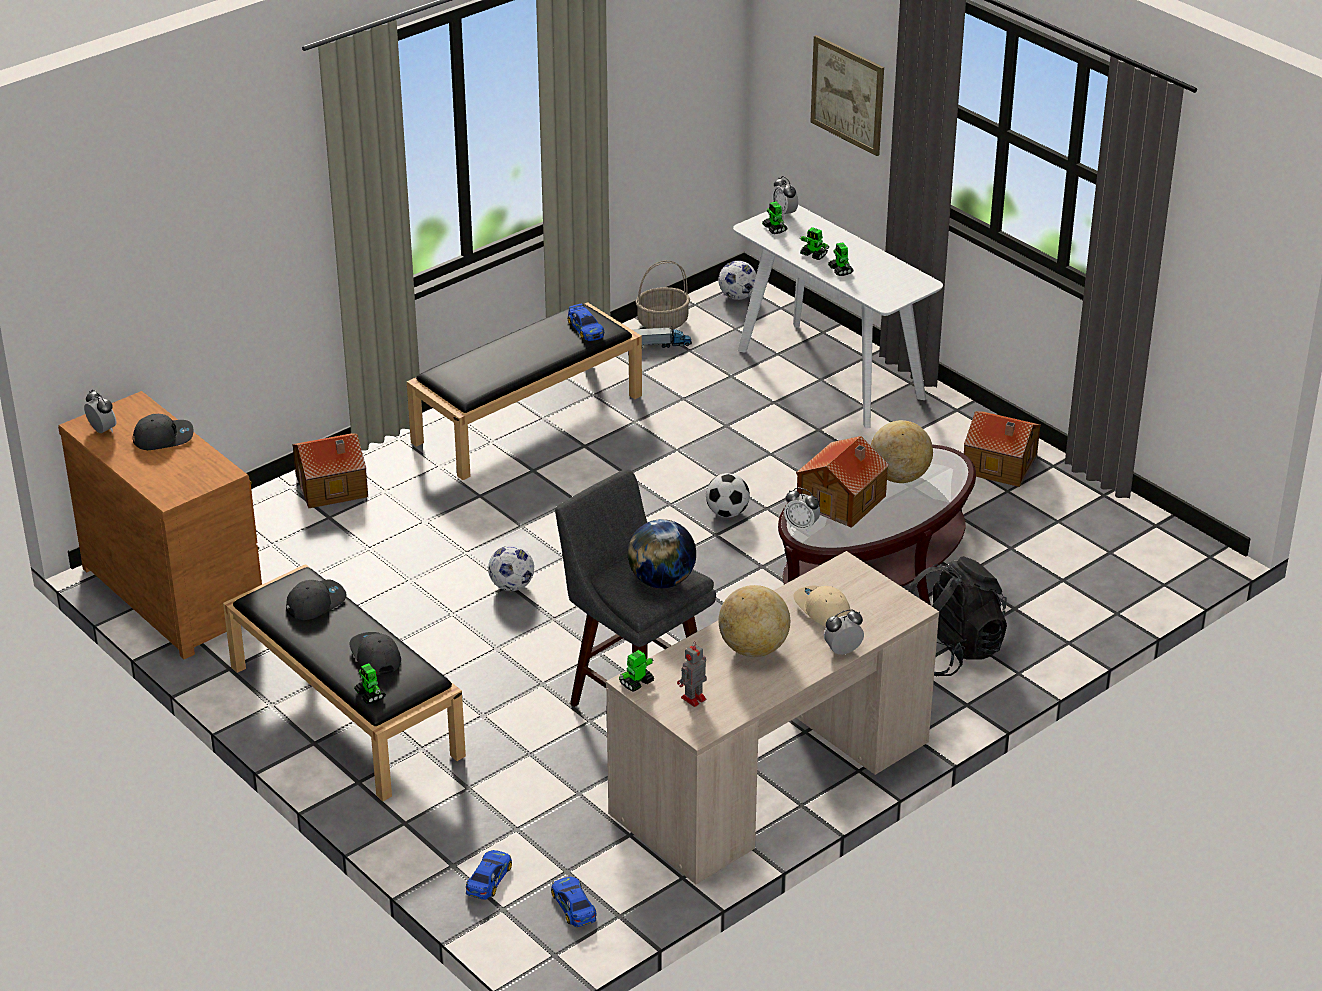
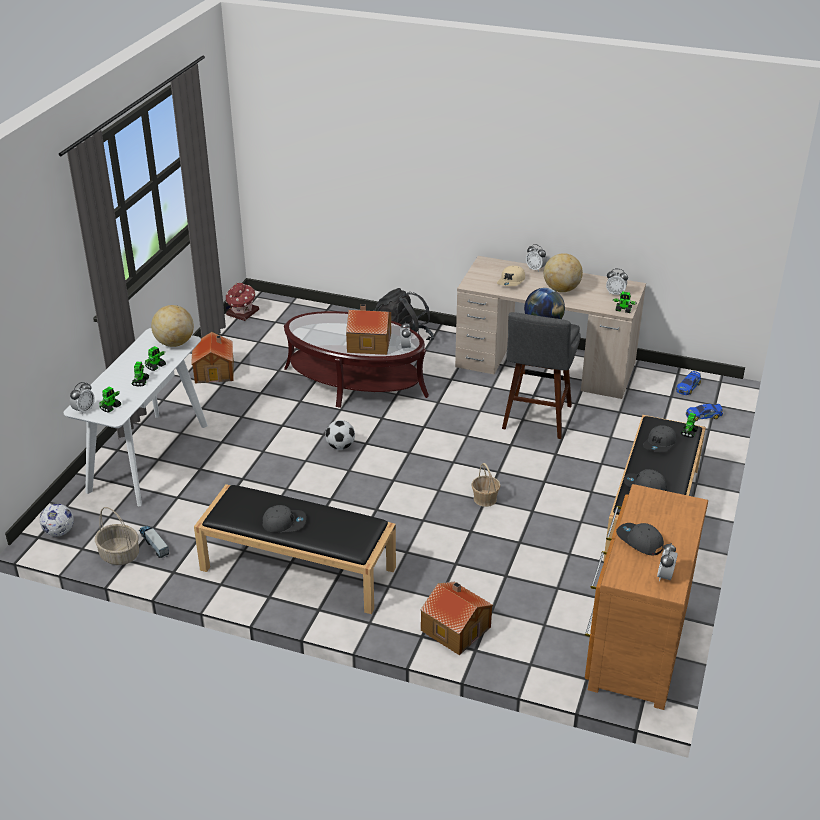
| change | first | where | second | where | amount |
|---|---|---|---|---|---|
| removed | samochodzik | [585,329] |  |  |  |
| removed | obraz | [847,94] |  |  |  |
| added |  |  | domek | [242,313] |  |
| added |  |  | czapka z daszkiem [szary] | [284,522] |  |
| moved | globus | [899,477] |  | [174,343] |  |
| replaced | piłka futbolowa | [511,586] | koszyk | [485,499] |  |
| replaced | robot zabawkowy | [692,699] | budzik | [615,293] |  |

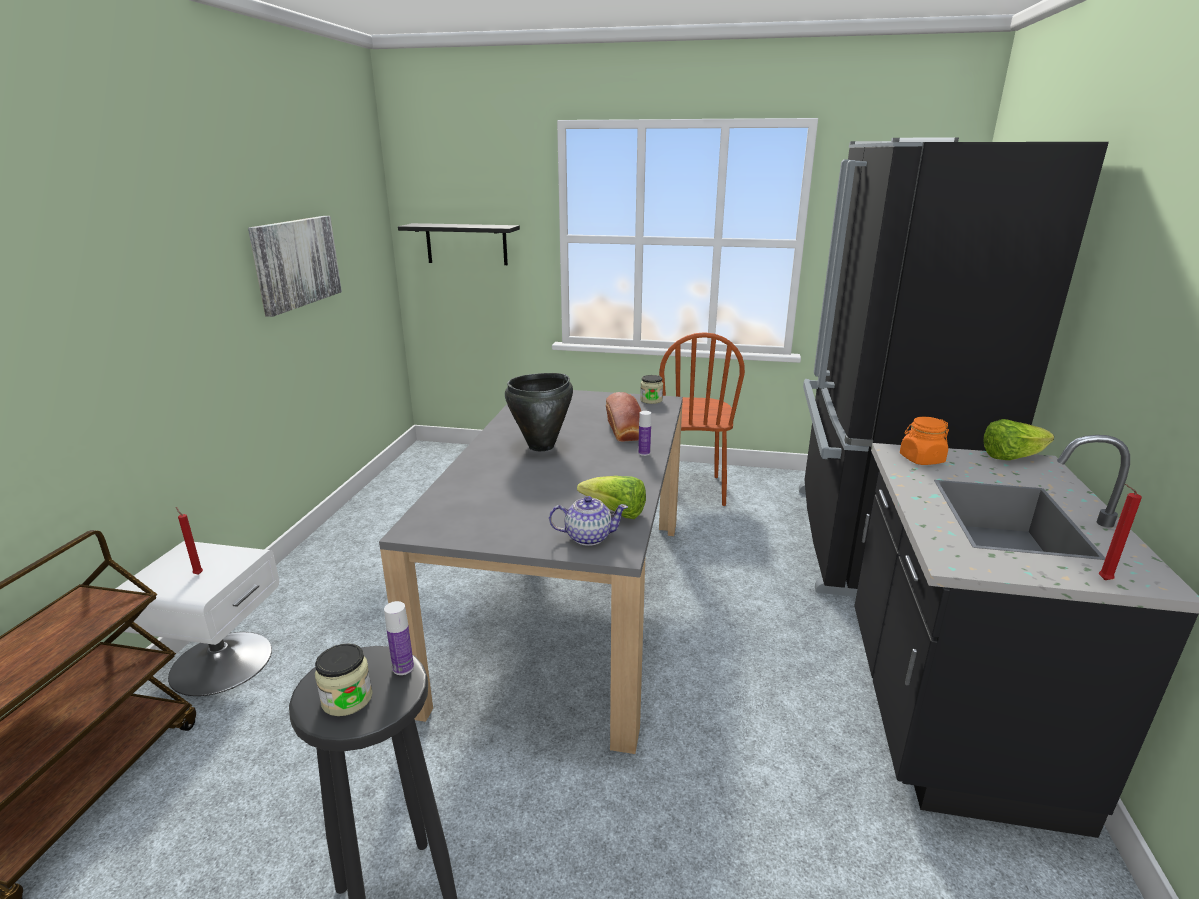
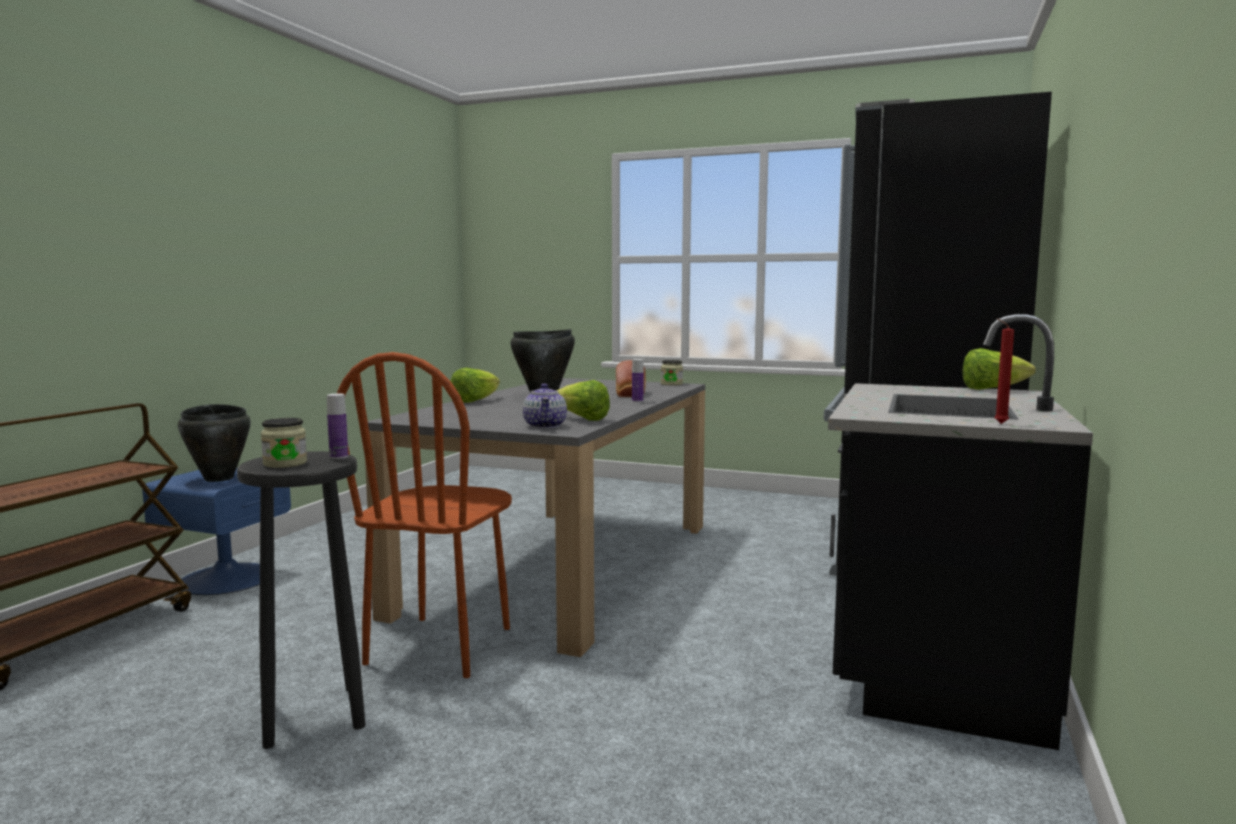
| change | first | where | second | where | amount |
|---|---|---|---|---|---|
| removed | obraz | [296,263] |  |  |  |
| removed | półka [czarny] | [466,244] |  |  |  |
| removed | słoik [pomarańczowy] | [921,459] |  |  |  |
| added |  |  | sałata | [475,401] |  |
| moved | krzesło [brązowy] | [691,490] |  | [441,646] |  |
| replaced | świeca [czerwony] | [198,574] | garnek [czarny] | [219,478] |  |
| recoloured | szafka nocna [biały] | [220,662] | szafka nocna [niebieski] | [225,578] |  |
| turned | imbryk | [587,537] |  | [545,426] | 75 degrees clockwise |

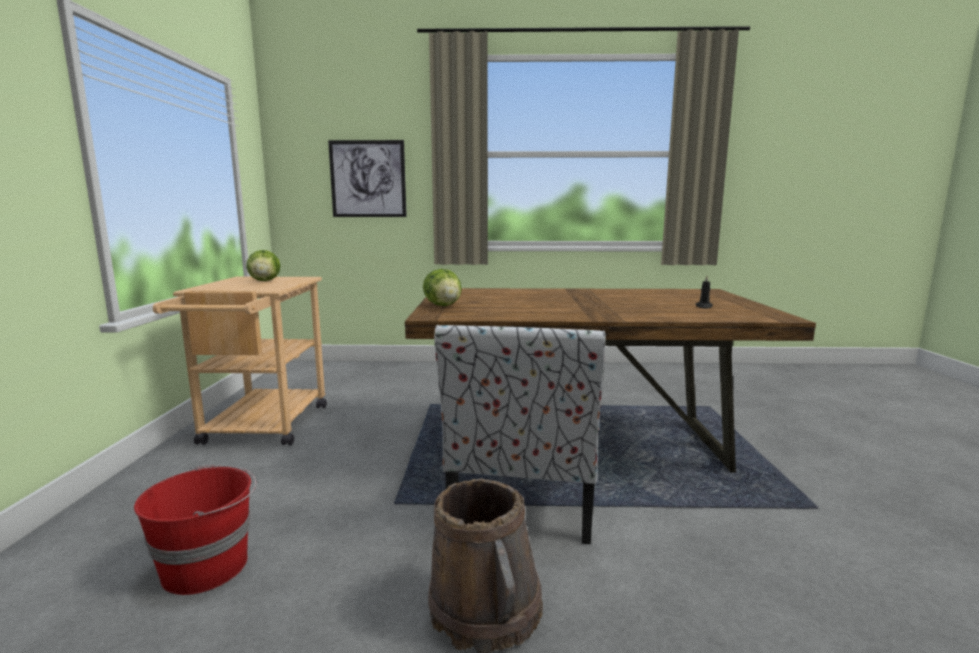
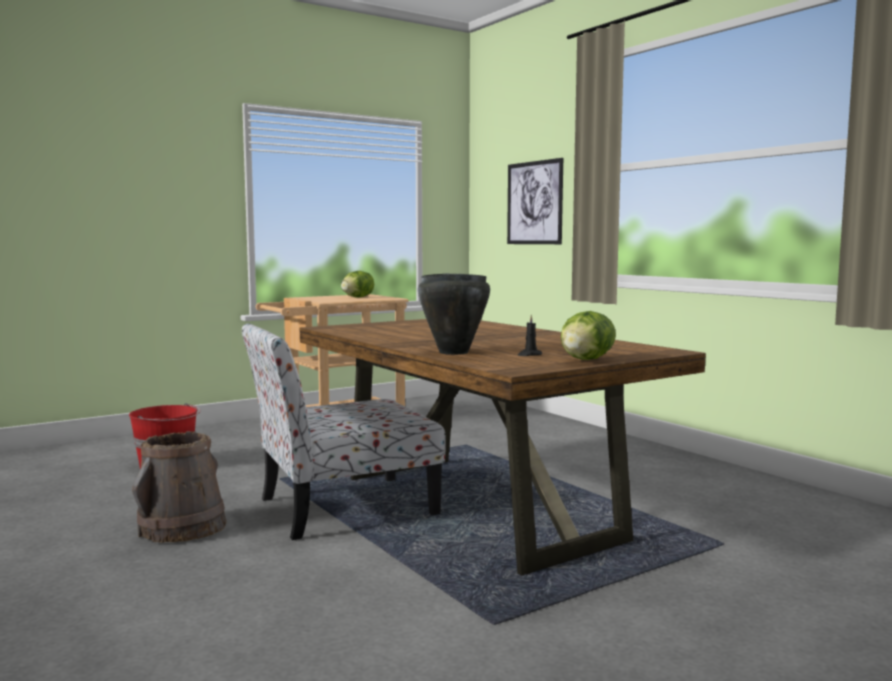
| change | first | where | second | where | amount |
|---|---|---|---|---|---|
| added |  |  | garnek [czarny] | [453,352] |  |
| moved | sałata | [443,306] |  | [586,360] |  |

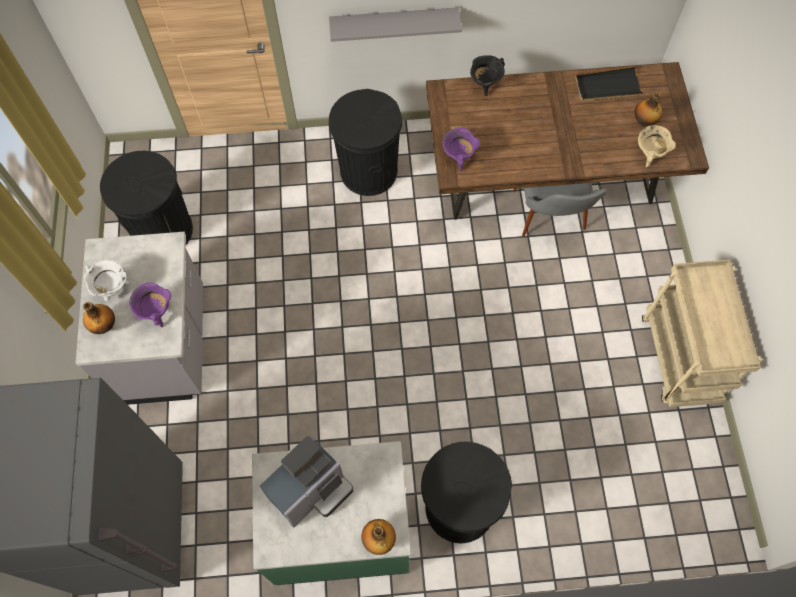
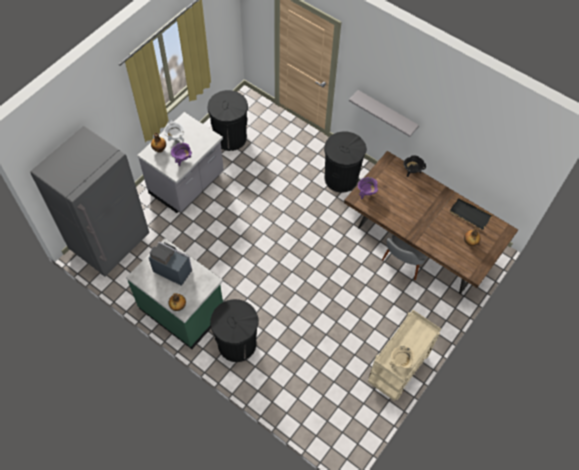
| change | first | where | second | where | amount |
|---|---|---|---|---|---|
| moved | garnek [beżowy] | [649,155] |  | [400,362] |  |
| turned | ekspres do kawy | [312,490] |  | [172,269] | 150 degrees counterclockwise |

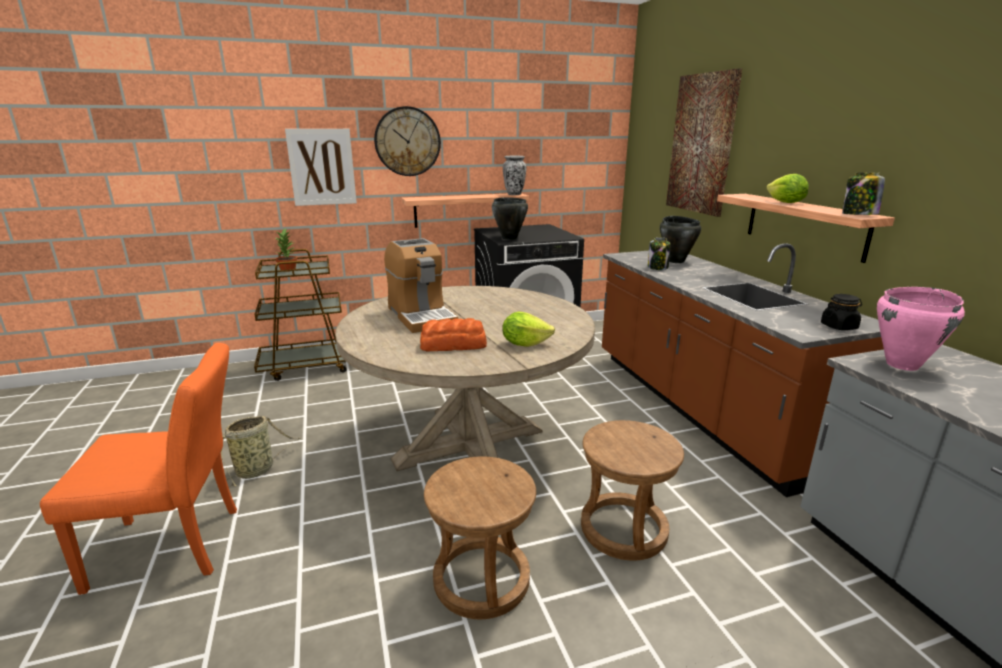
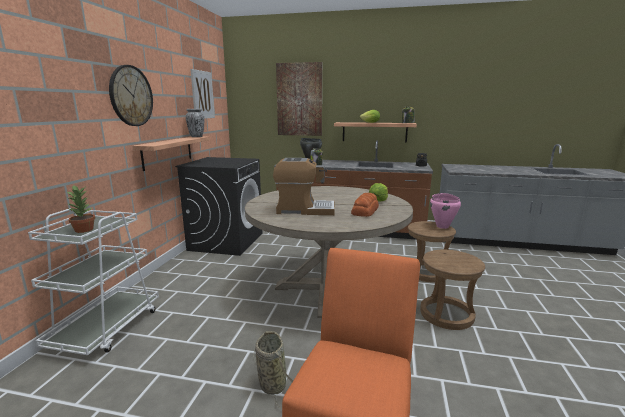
| change | first | where | second | where | amount |
|---|---|---|---|---|---|
| removed | garnek [czarny] | [509,238] |  |  |  |
| moved | obraz | [322,167] |  | [202,95] |  |
| moved | garnek [różowy] | [903,365] |  | [442,226] |  |
| recoloured | wózek [brązowy] | [309,366] | wózek [biały] | [107,328] |  |

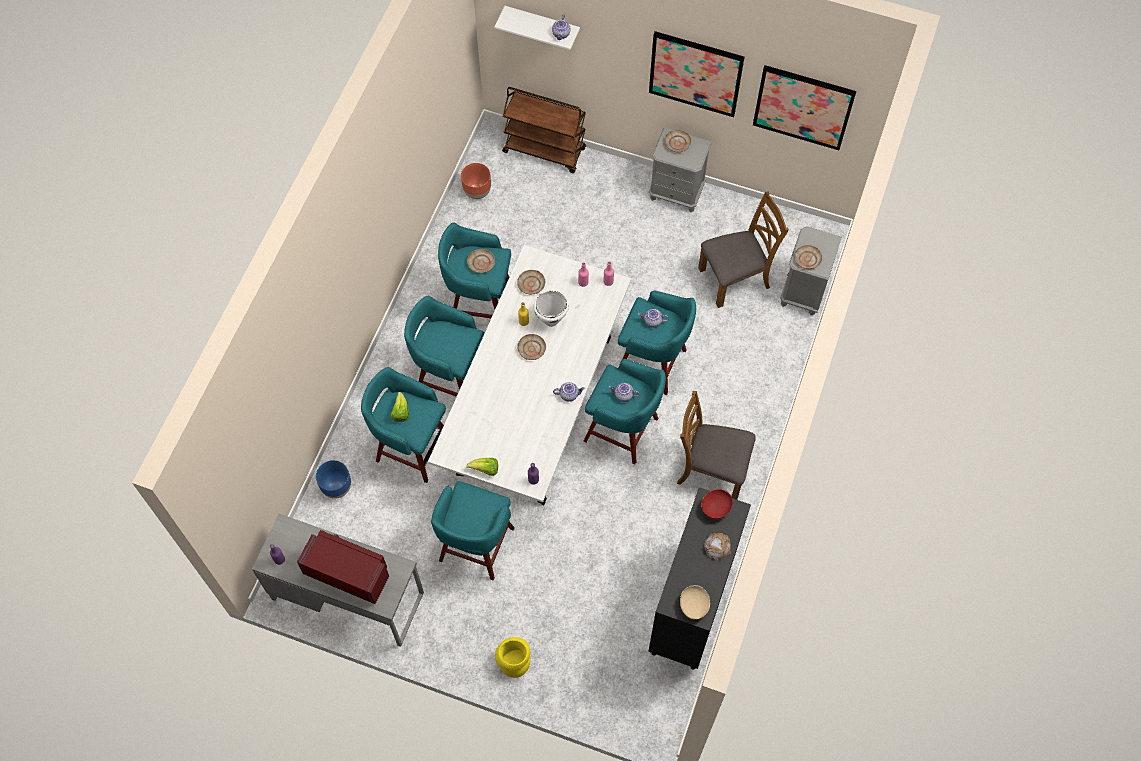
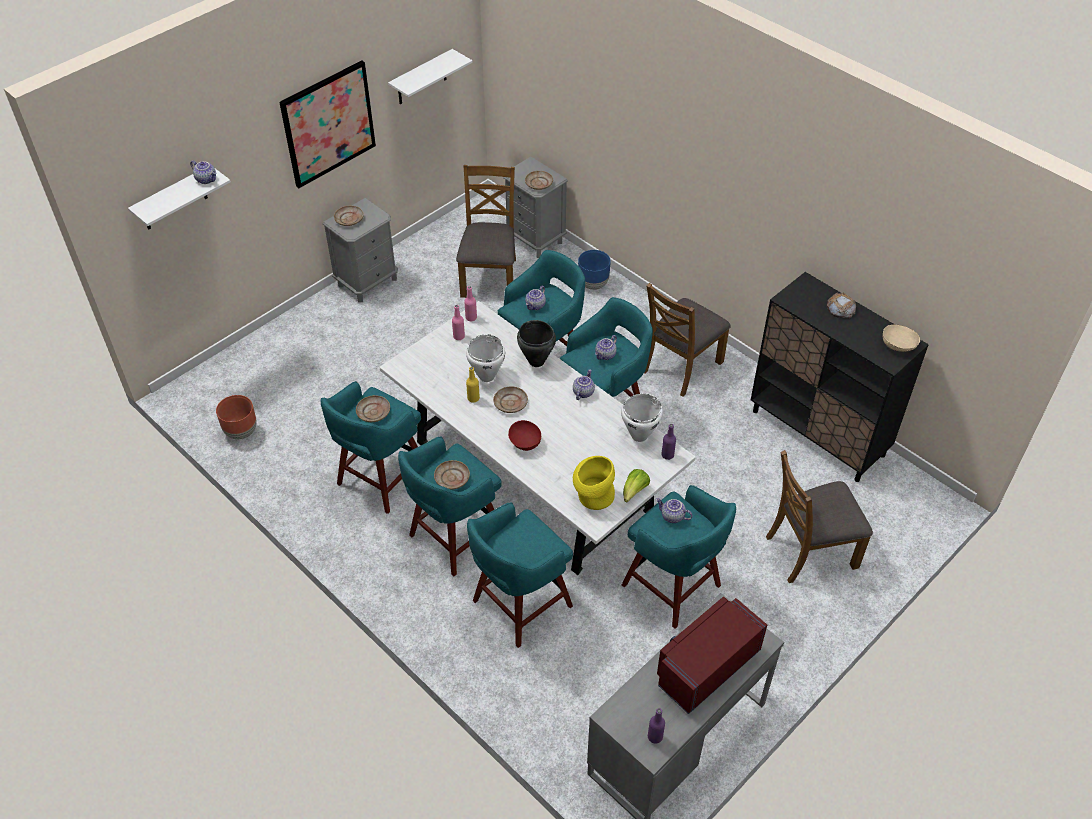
| change | first | where | second | where | amount |
|---|---|---|---|---|---|
| removed | sałata | [400,412] |  |  |  |
| removed | wózek [brązowy] | [545,150] |  |  |  |
| added |  |  | garnek [czarny] | [536,362] |  |
| added |  |  | garnek [biały] | [639,435] |  |
| added |  |  | imbryk | [672,517] |  |
| added |  |  | krzesło [brązowy] | [810,551] |  |
| moved | donica [niebieski] | [337,487] |  | [593,284] |  |
| moved | wazon [żółty] | [513,661] |  | [592,497] |  |
| moved | talerz [beżowy] | [531,284] |  | [452,478] |  |
| moved | miska [czerwony] | [715,507] |  | [524,442] |  |
| replaced | obraz | [803,107] | półka [biały] | [421,78] |  |

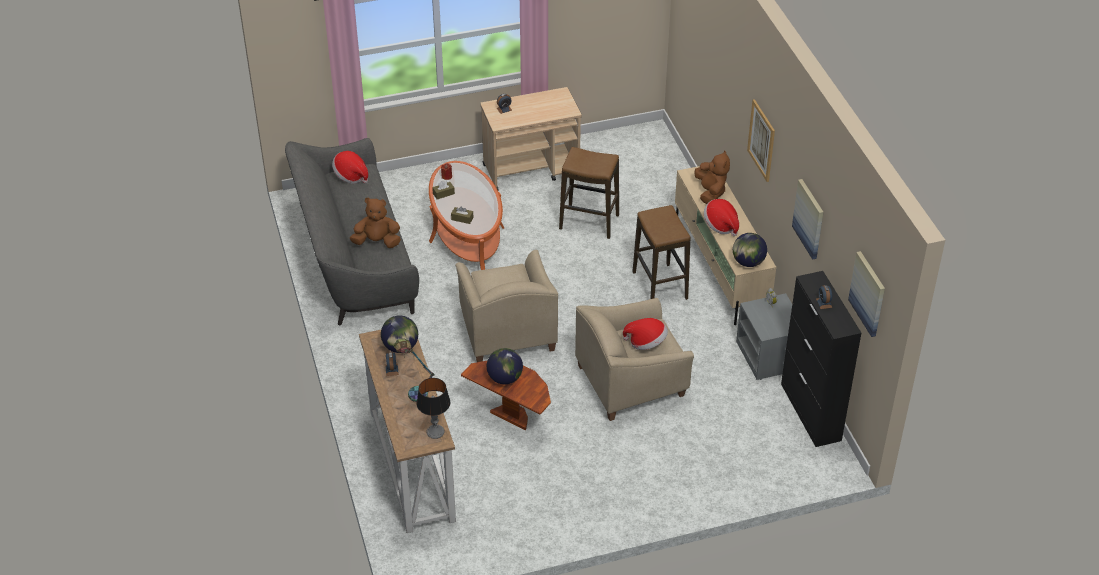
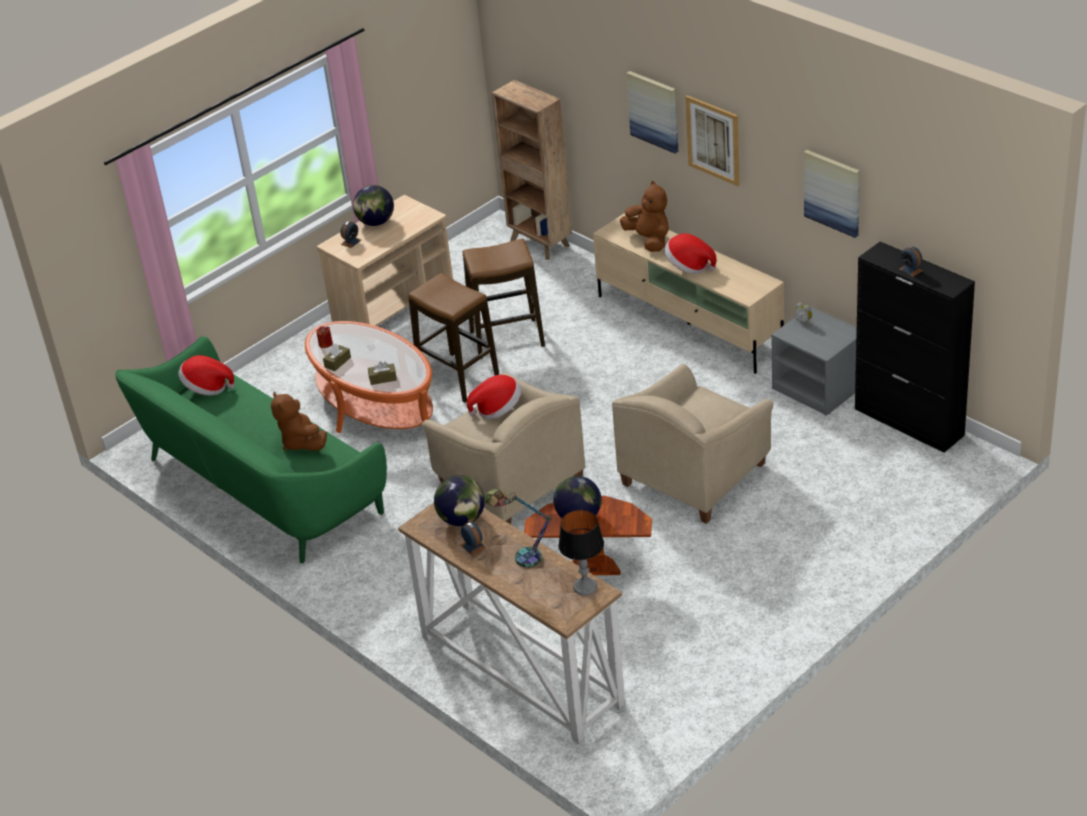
| change | first | where | second | where | amount |
|---|---|---|---|---|---|
| added |  |  | regał [brązowy] | [540,244] |  |
| moved | kapelusz | [646,342] |  | [497,409] |  |
| moved | stołek | [660,285] |  | [458,378] |  |
| moved | globus | [748,262] |  | [376,222] |  |
| moved | obraz | [868,293] |  | [654,111] |  |
| recoloured | kanapa [szary] | [354,258] | kanapa [zielony] | [259,486] |  |
| turned | pluszak [brązowy] | [377,242] |  | [301,442] | 90 degrees counterclockwise |

